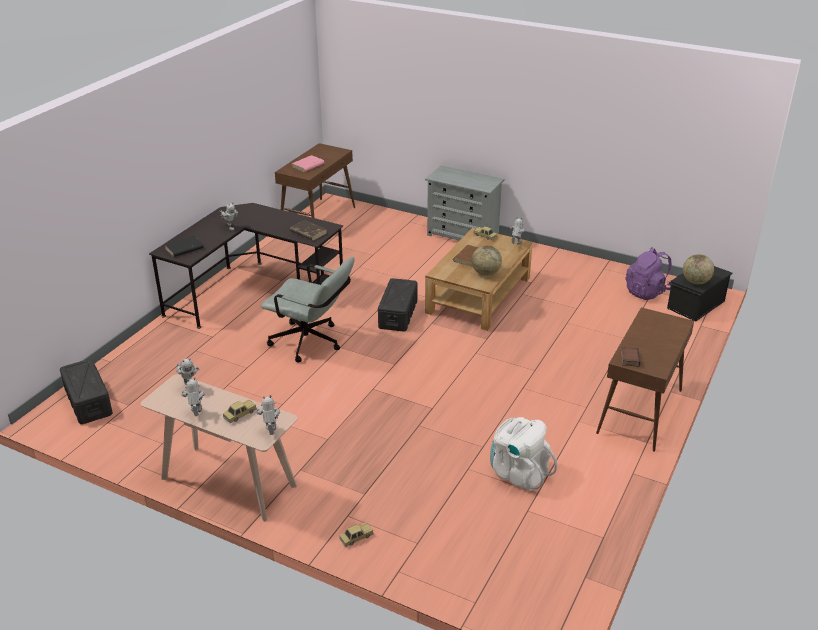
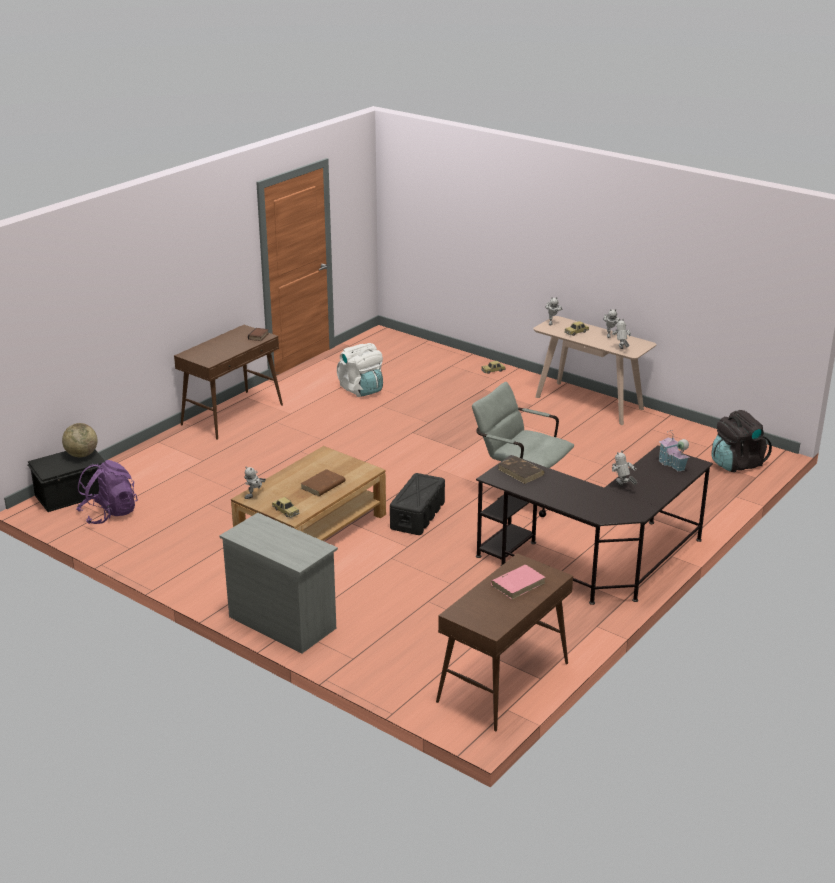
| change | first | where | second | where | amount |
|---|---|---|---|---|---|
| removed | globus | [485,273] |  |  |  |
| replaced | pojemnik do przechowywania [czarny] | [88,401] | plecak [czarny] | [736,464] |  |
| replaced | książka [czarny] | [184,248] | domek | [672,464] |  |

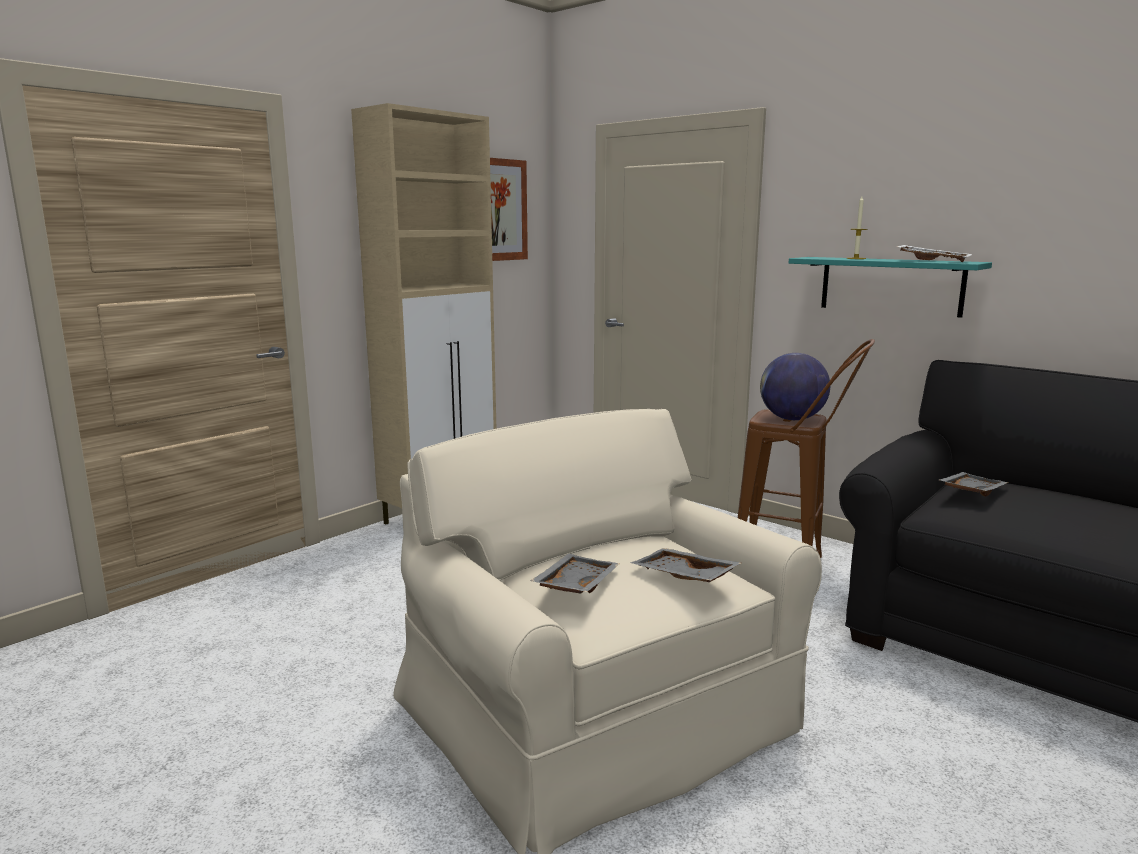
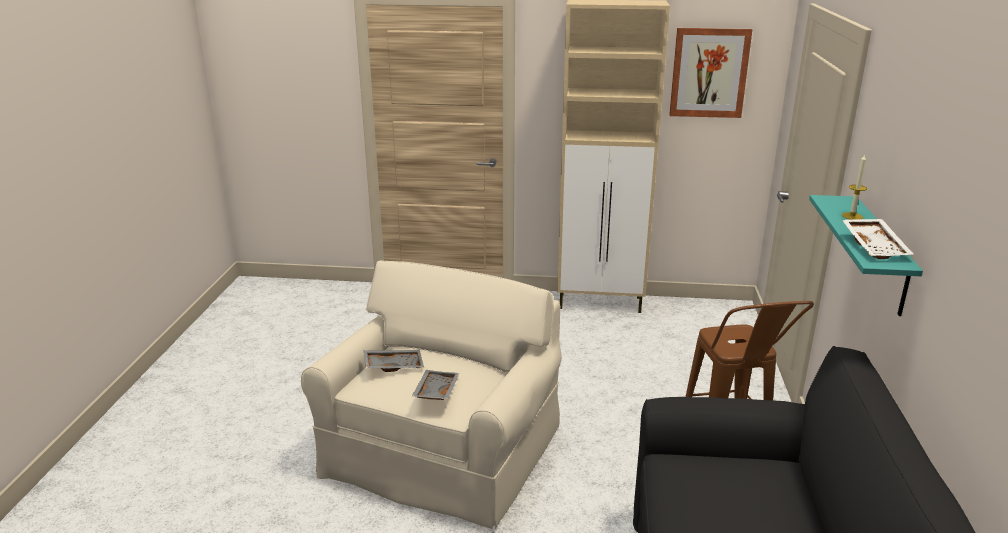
| change | first | where | second | where | amount |
|---|---|---|---|---|---|
| removed | globus | [792,419] |  |  |  |
| removed | taca [szary] | [970,492] |  |  |  |

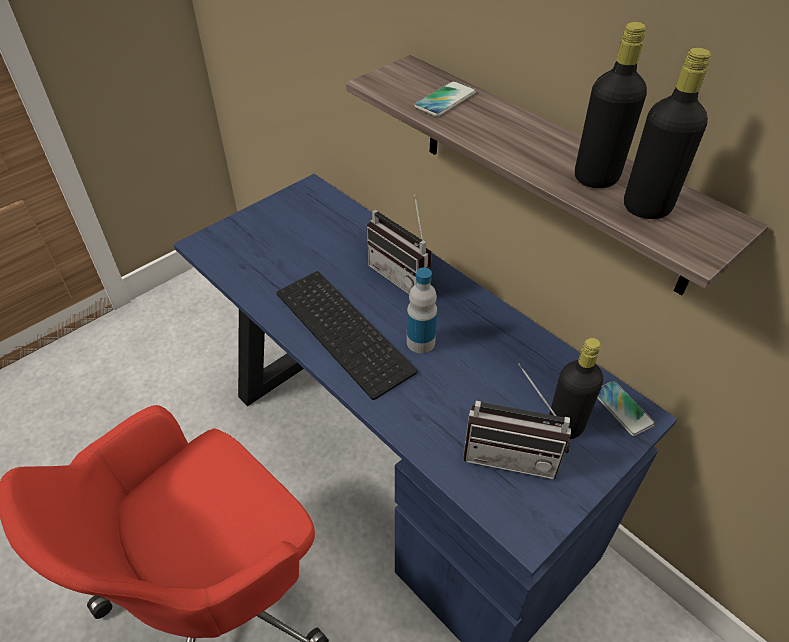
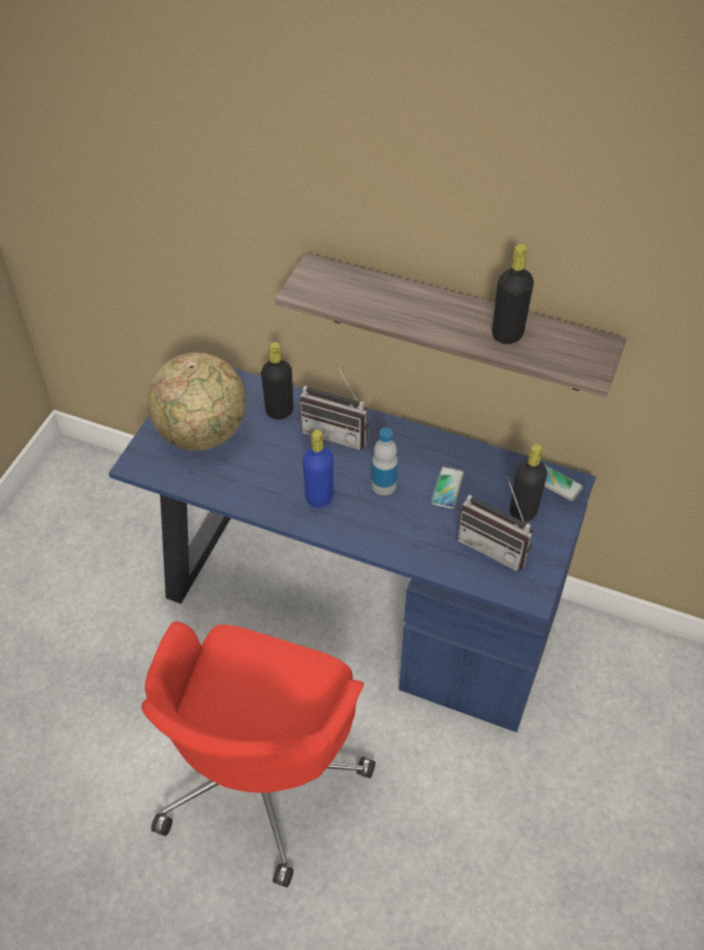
| change | first | where | second | where | amount |
|---|---|---|---|---|---|
| added |  |  | globus | [203,433] |  |
| moved | telefon | [445,100] |  | [447,488] |  |
| moved | butelka [czarny] | [646,207] |  | [279,411] |  |
| replaced | klawiatura | [347,331] | butelka [niebieski] | [319,497] |  |
| turned | radio | [512,453] |  | [496,545] | 45 degrees clockwise |

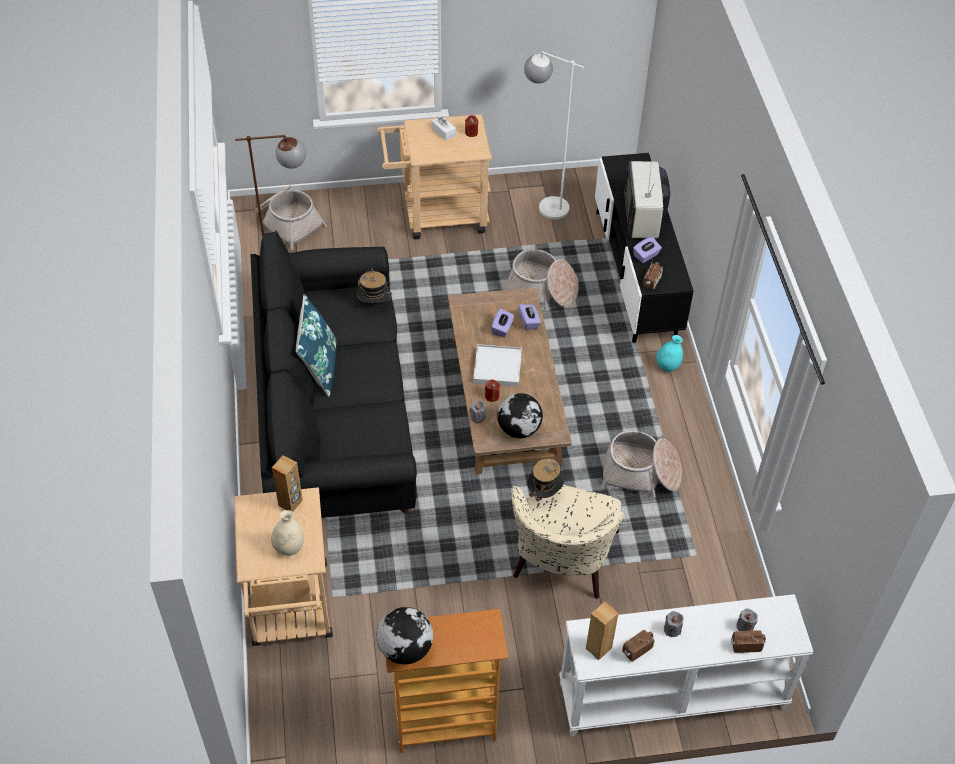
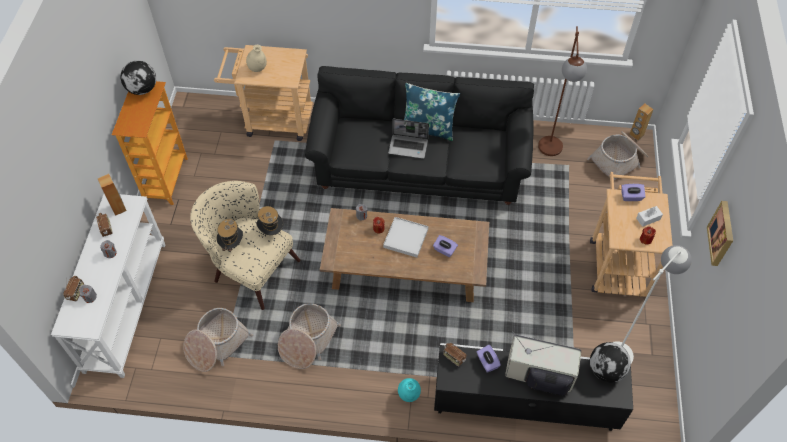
| change | first | where | second | where | amount |
|---|---|---|---|---|---|
| added |  |  | laptop | [408,146] |  |
| added |  |  | obraz | [722,233] |  |
| moved | głośnik [brązowy] | [290,503] |  | [636,135] |  |
| moved | kapelusz | [374,304] |  | [232,245] |  |
| moved | globus | [519,428] |  | [606,370] |  |
| moved | koszyk | [541,290] |  | [216,344] |  |
| moved | pudełko chusteczek [fioletowy] | [529,322] |  | [631,197] |  |

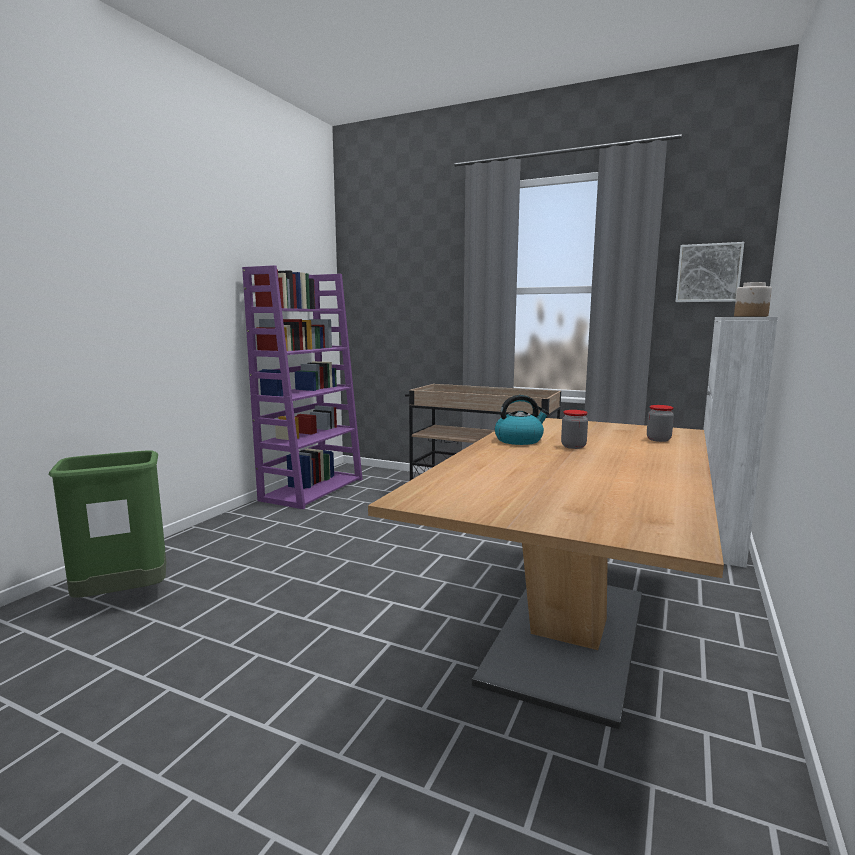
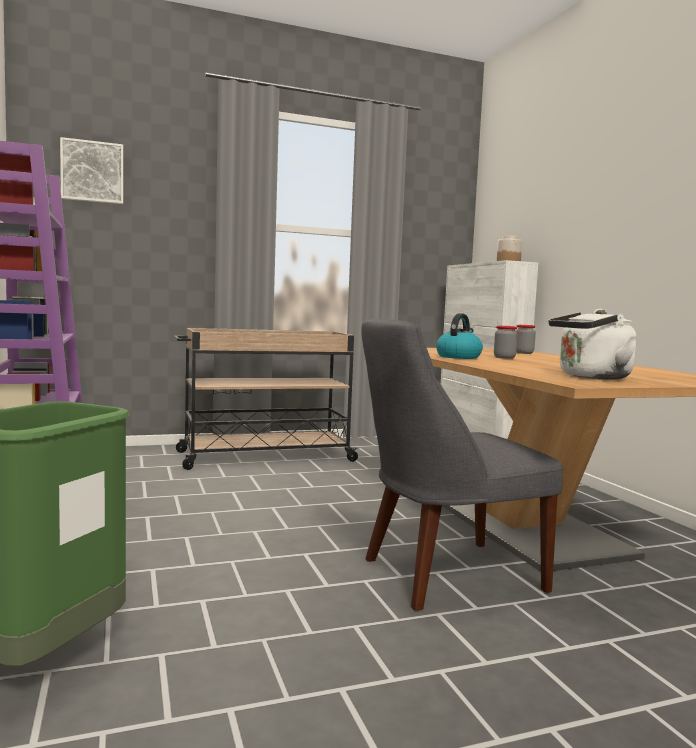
| change | first | where | second | where | amount |
|---|---|---|---|---|---|
| added |  |  | krzesło [szary] | [444,575] |  |
| added |  |  | czajnik [biały] | [591,377] |  |
| moved | obraz | [708,273] |  | [92,172] |  |

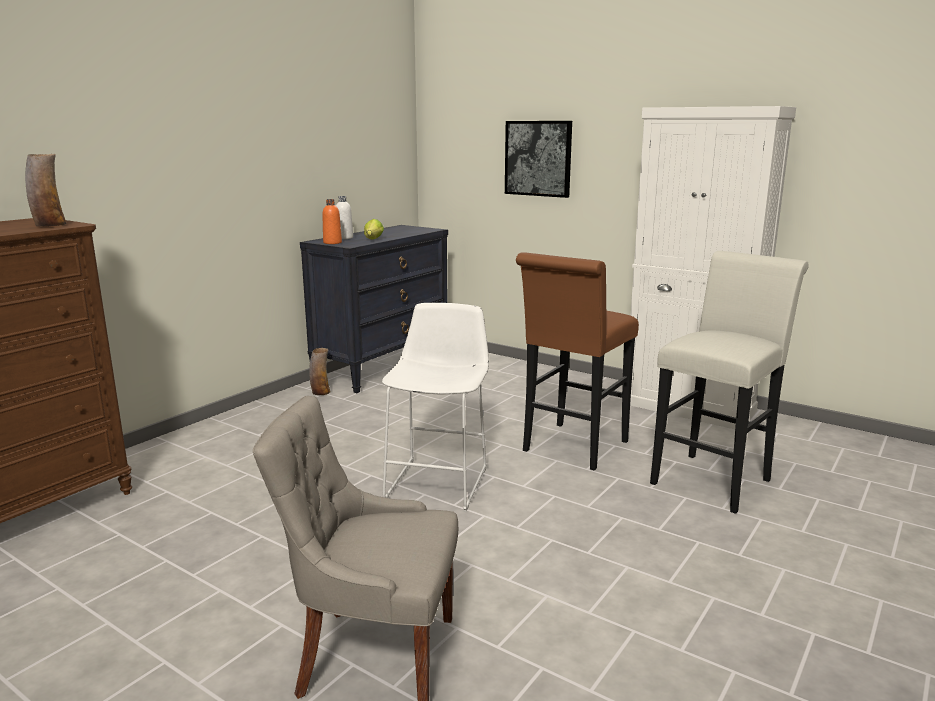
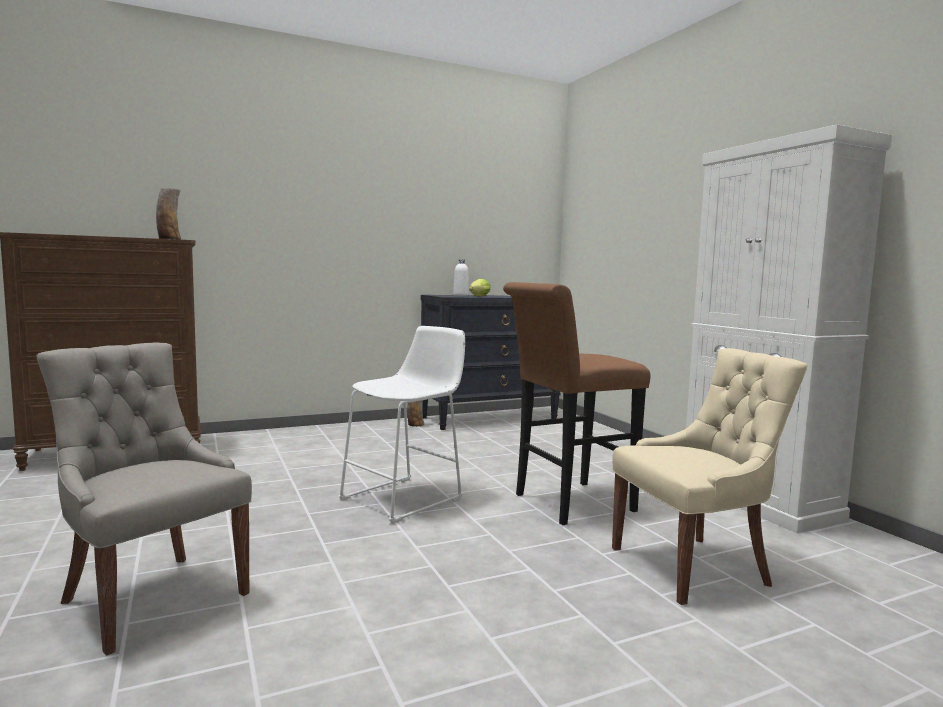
| change | first | where | second | where | amount |
|---|---|---|---|---|---|
| removed | butelka [pomarańczowy] | [332,243] |  |  |  |
| removed | obraz | [538,158] |  |  |  |
| replaced | stołek [biały] | [715,479] | krzesło [beżowy] | [693,567] |  |

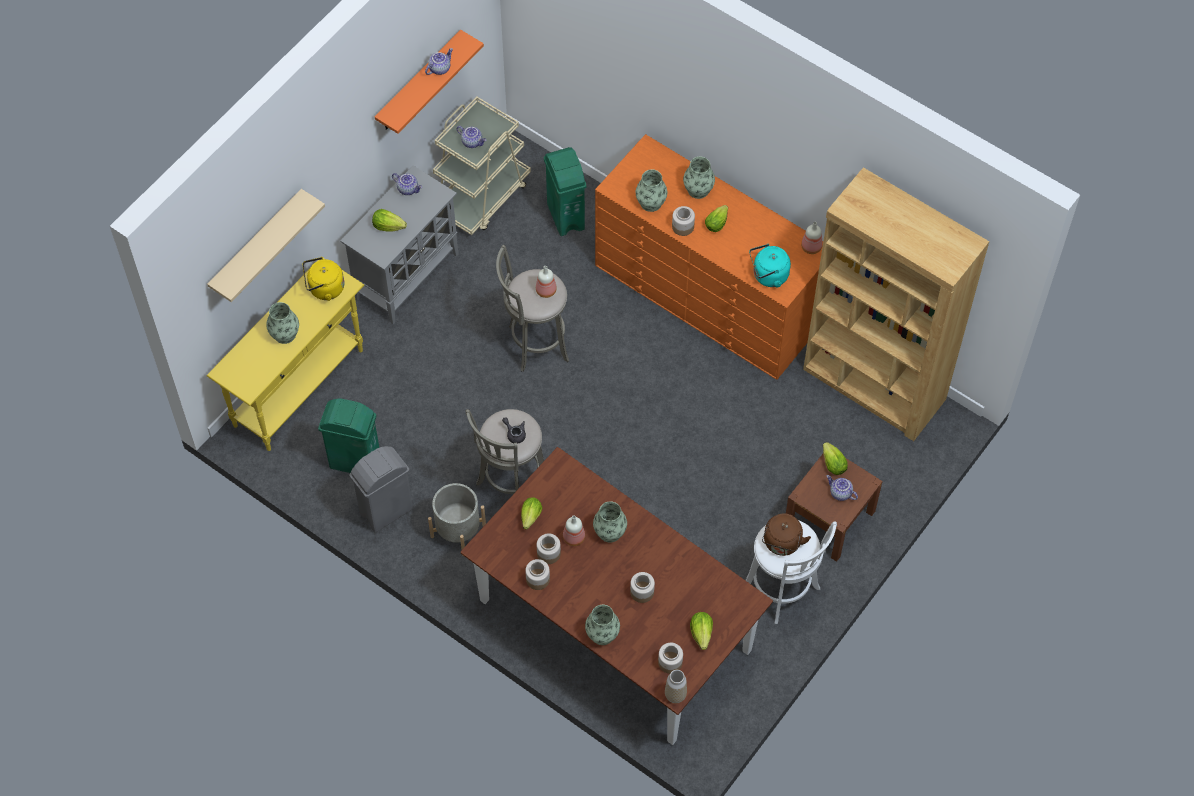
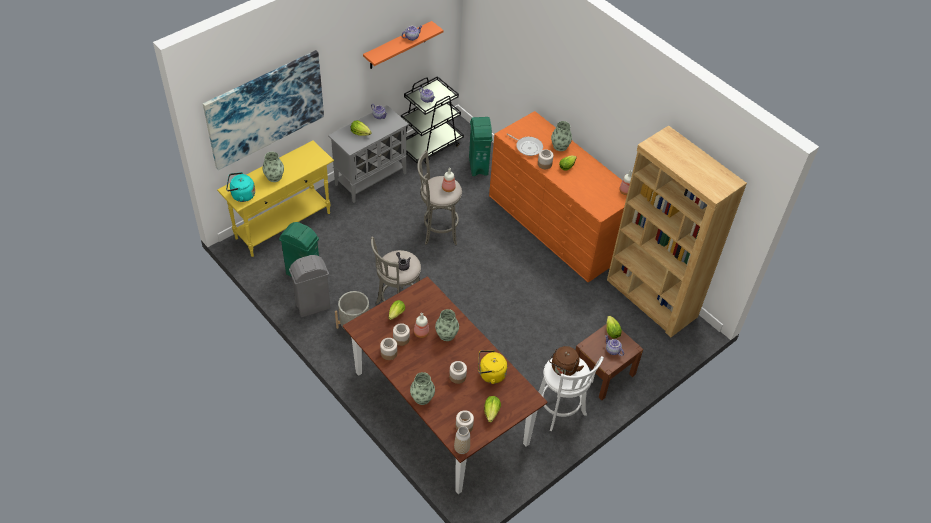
| change | first | where | second | where | amount |
|---|---|---|---|---|---|
| moved | czajnik [żółty] | [324,289] |  | [490,374] |  |
| moved | czajnik [turkusowy] | [768,276] |  | [241,195] |  |
| replaced | półka [beżowy] | [257,245] | obraz | [265,109] |  |
| replaced | wazon | [651,202] | patelnia | [527,147] |  |
| recoloured | wózek [beżowy] | [482,196] | wózek [czarny] | [430,146] |  |

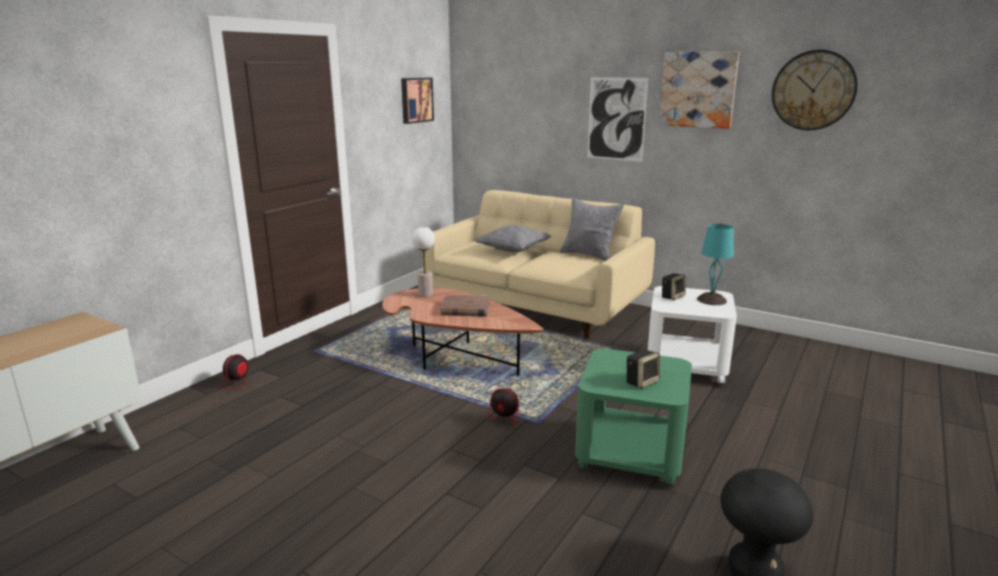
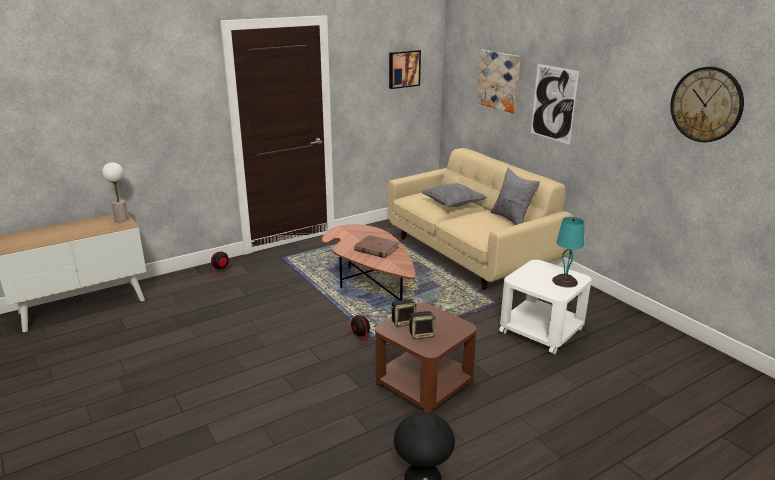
| change | first | where | second | where | amount |
|---|---|---|---|---|---|
| moved | lampa stołowa | [425,294] |  | [121,219] |  |
| moved | obraz | [698,89] |  | [499,80] |  |
| moved | głośnik | [672,297] |  | [404,322] |  |
| recoloured | stolik [zielony] | [630,454] | stolik [brązowy] | [423,385] |  |

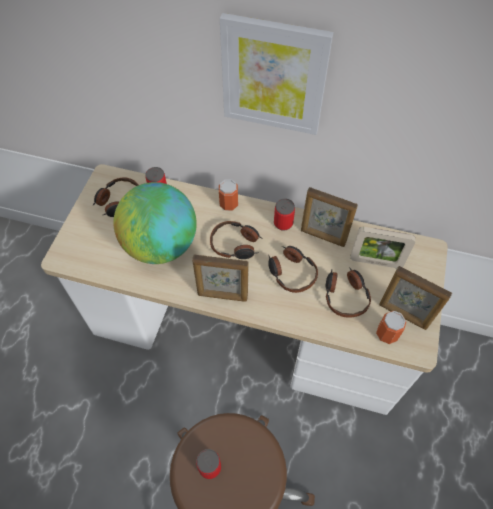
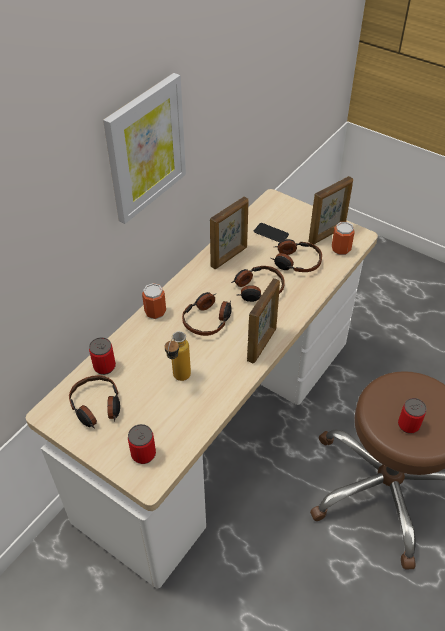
| change | first | where | second | where | amount |
|---|---|---|---|---|---|
| moved | puszka | [283,223] |  | [143,454] |  |
| replaced | globus | [161,245] | butelka | [179,380] |  |
| replaced | ramka na zdjęcie | [375,262] | telefon | [271,233] |  |

